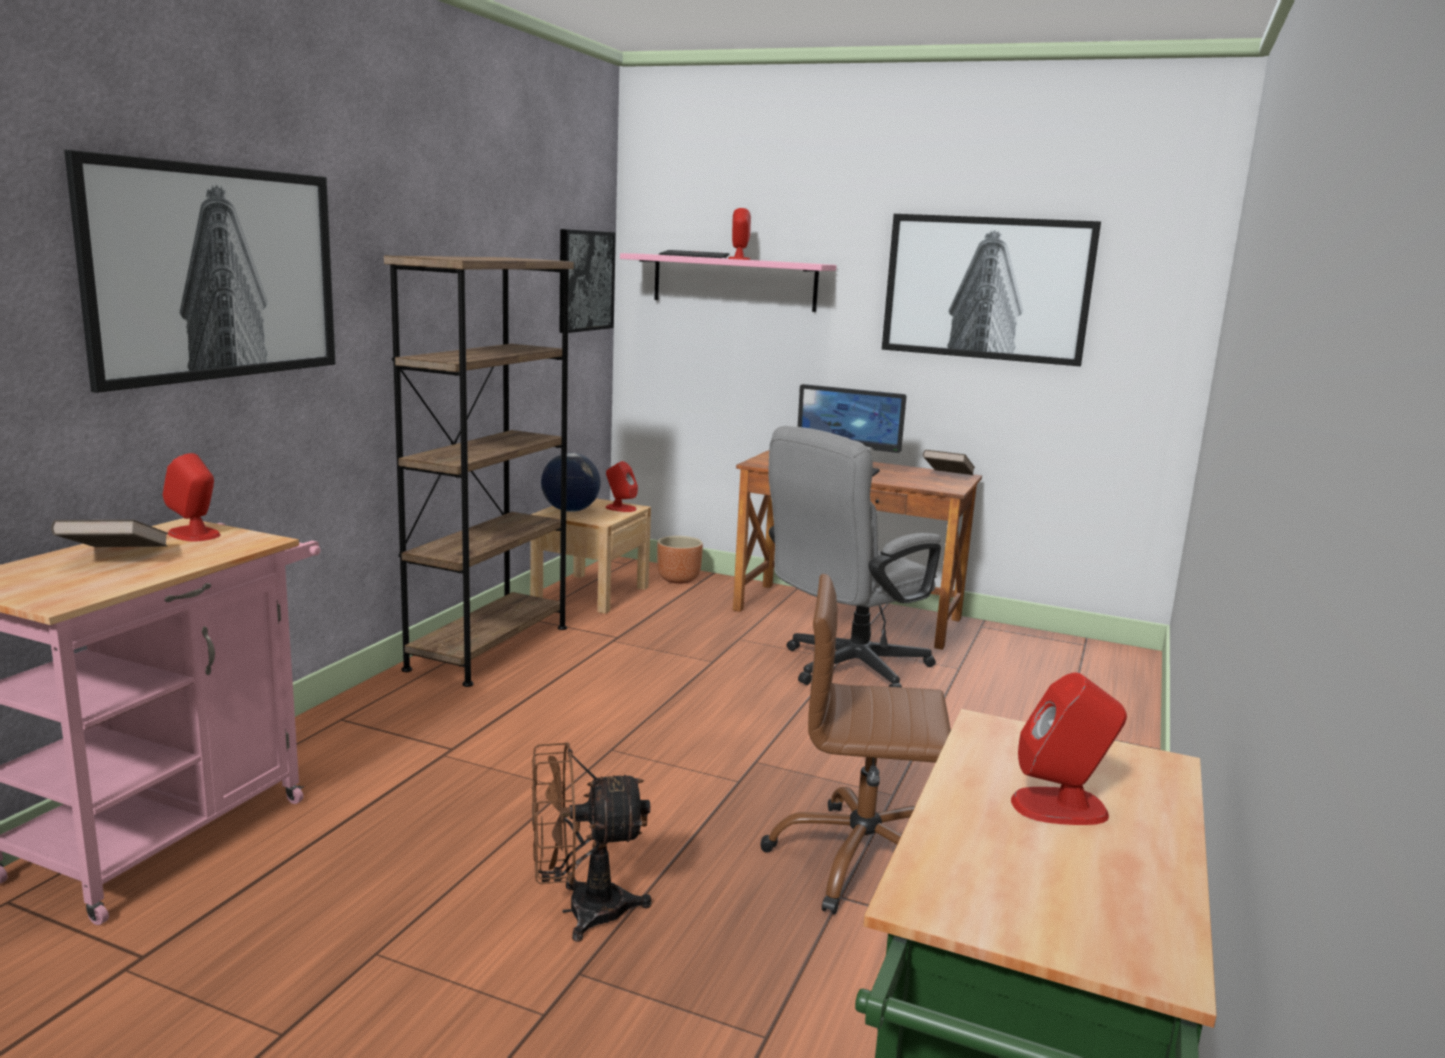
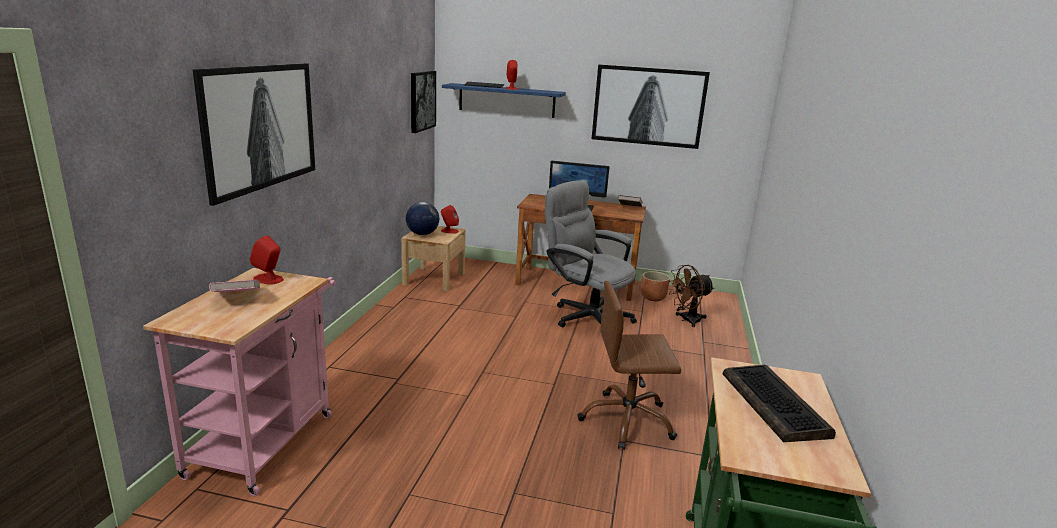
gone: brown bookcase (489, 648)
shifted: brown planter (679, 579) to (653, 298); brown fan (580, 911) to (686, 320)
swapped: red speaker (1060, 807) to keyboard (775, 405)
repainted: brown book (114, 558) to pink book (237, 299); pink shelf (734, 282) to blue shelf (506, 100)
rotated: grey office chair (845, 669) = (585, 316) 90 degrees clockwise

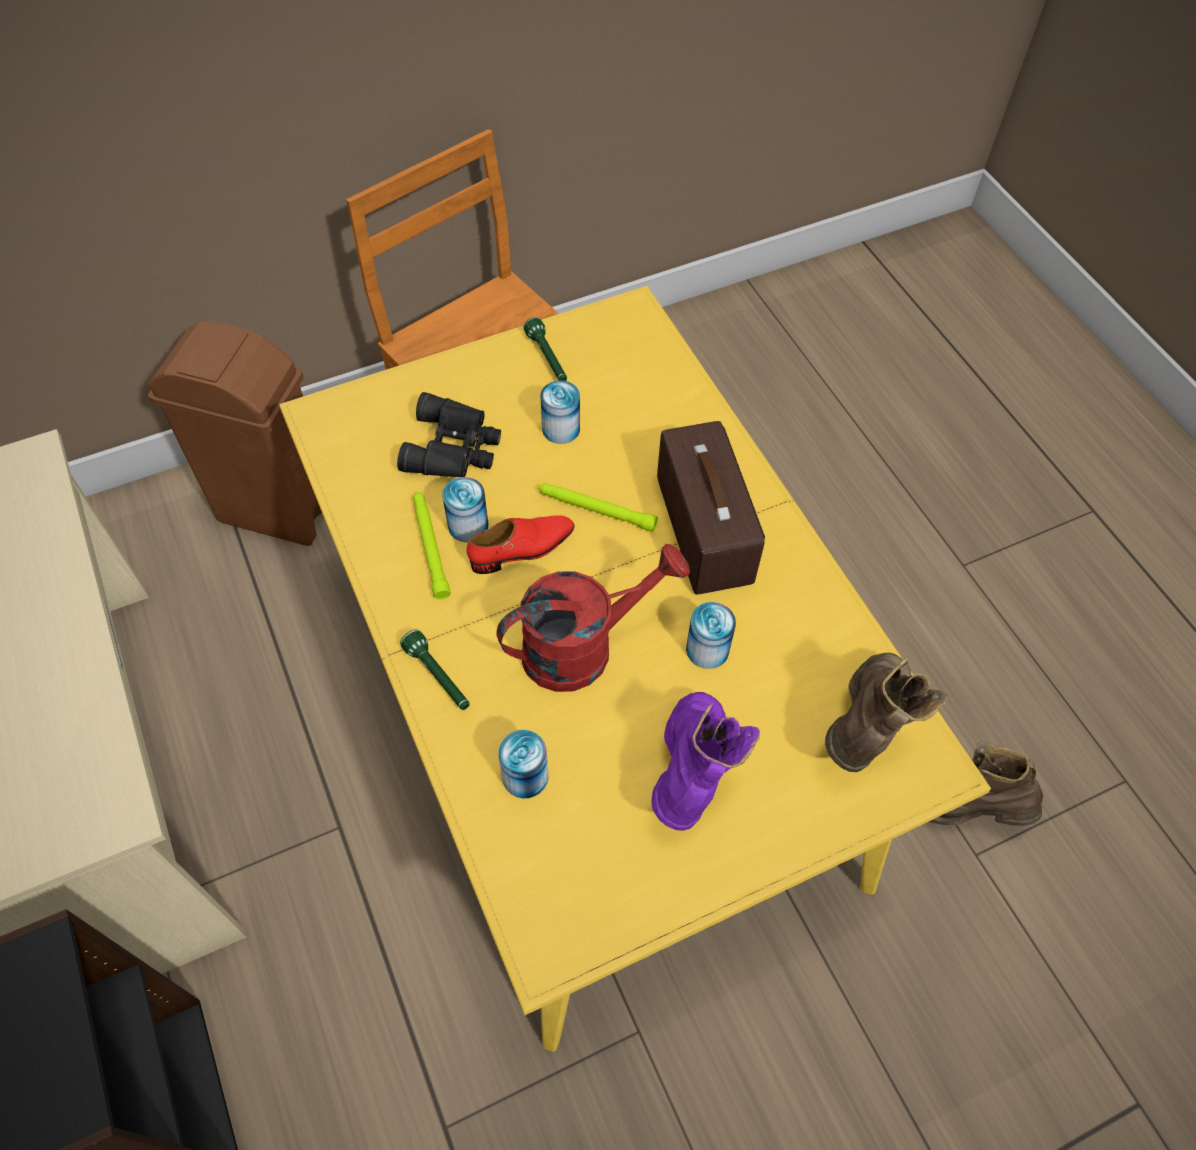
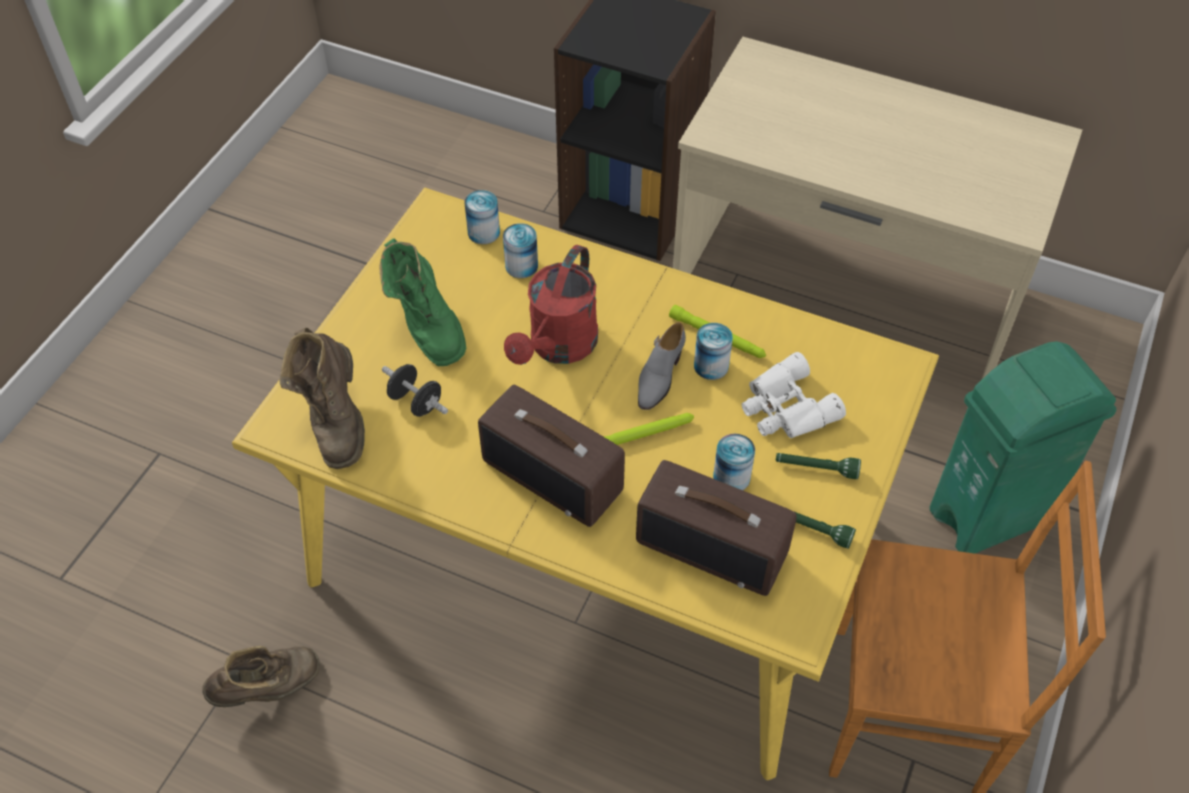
new: black dumbbell (416, 402); radio (713, 546)
shifted: can (707, 649) to (483, 232); green flashlight (438, 677) to (816, 469)
repainted: purple boot (692, 773) to green boot (427, 327); red shoe (523, 549) to grey shoe (659, 376); black binoculars (454, 447) to white binoculars (785, 408); brown trash can (276, 509) to green trash can (990, 516)

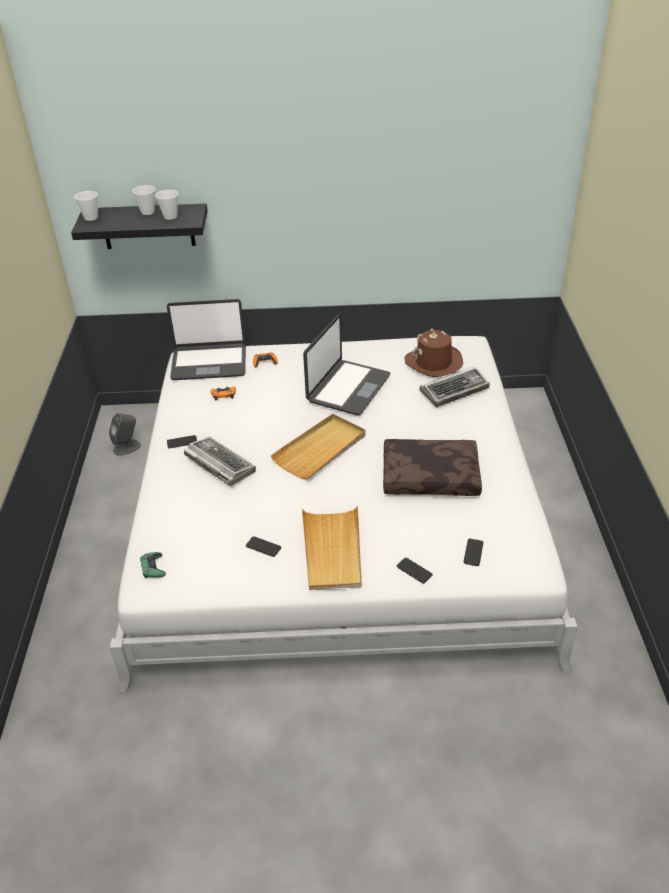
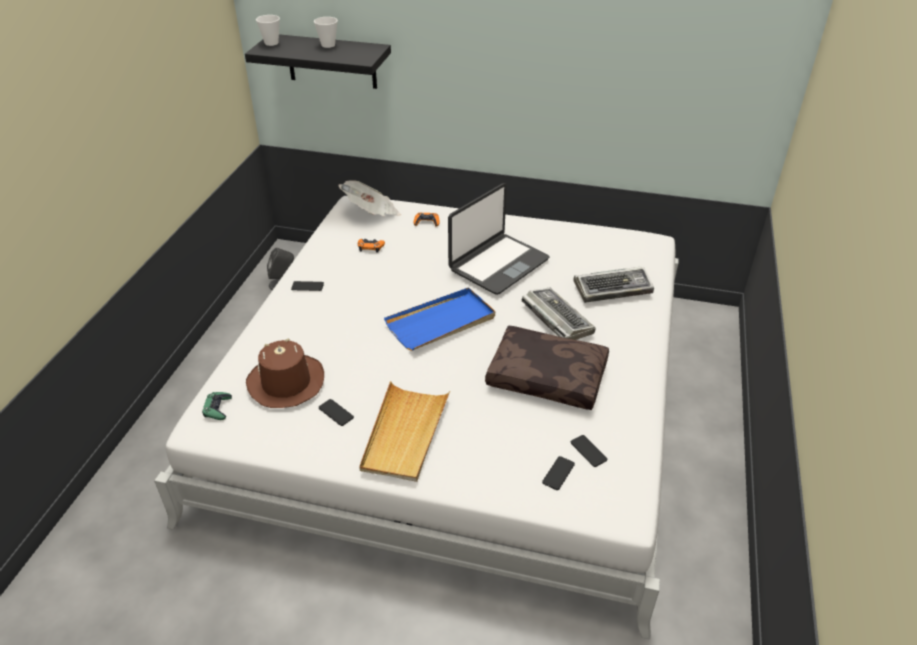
gone: cup (170, 216)
shifted: brown hat (433, 362) to (286, 383); keyboard (219, 464) to (556, 318); phone (414, 571) to (588, 451)
swapped: laptop (209, 362) to newspaper (372, 212)
repainted: beige tray (320, 449) to blue tray (441, 322)

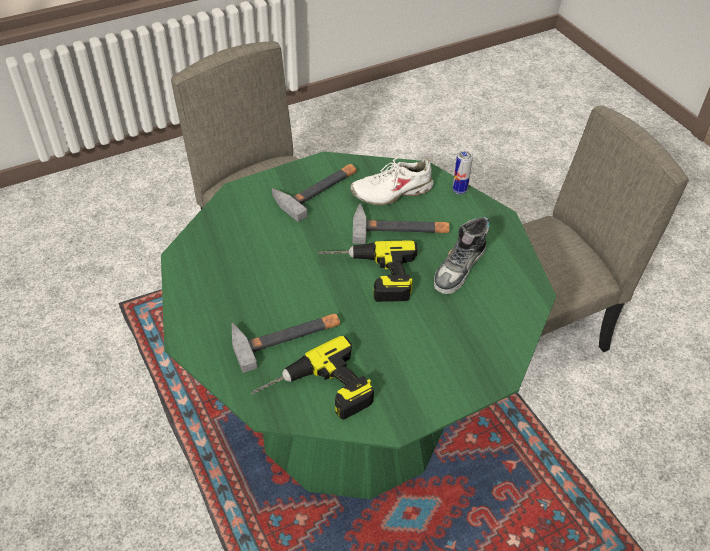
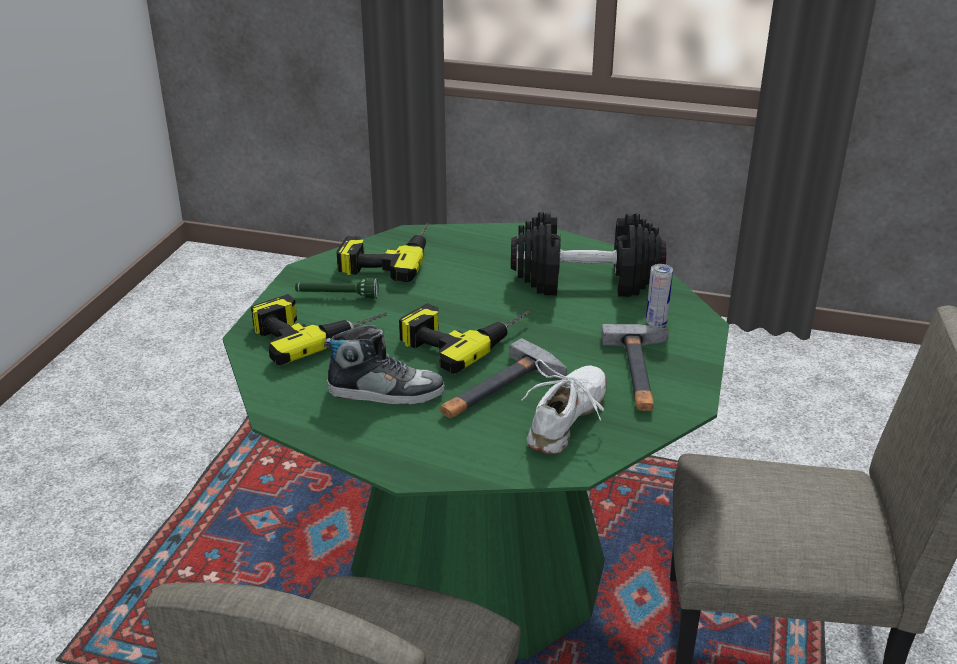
gone: hammer (286, 336)
new: power drill (316, 330); green flashlight (337, 296); black dumbbell (585, 281)
shifted: can (459, 190) to (656, 323)
rotated: shoe (459, 268) = (386, 391) 105 degrees clockwise

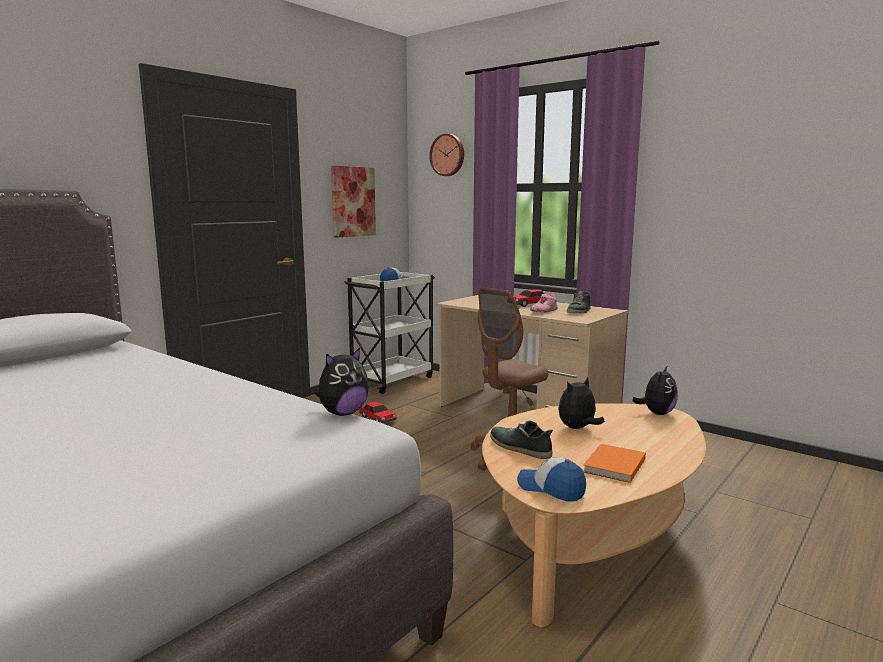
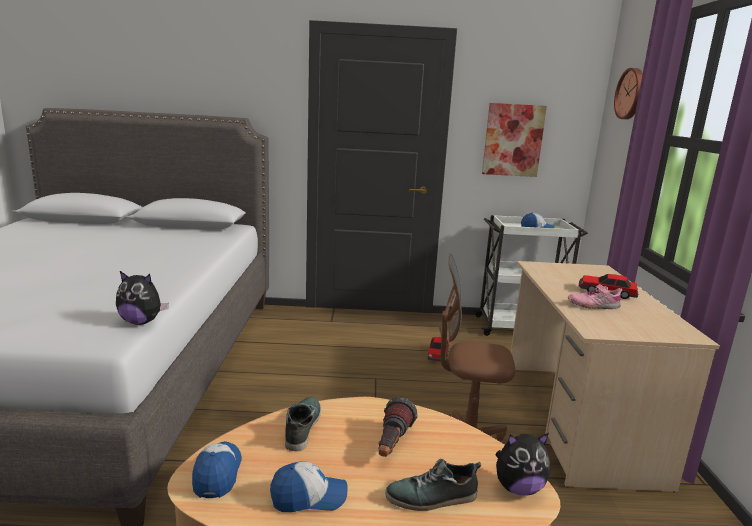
shifted: shoe (579, 311) to (432, 497)
swapped: orange book (613, 466) to cap (309, 497); plush toy (578, 428) to flashlight (392, 445)

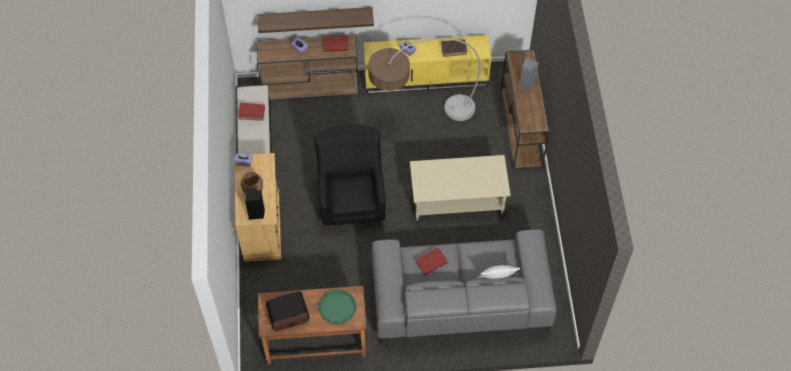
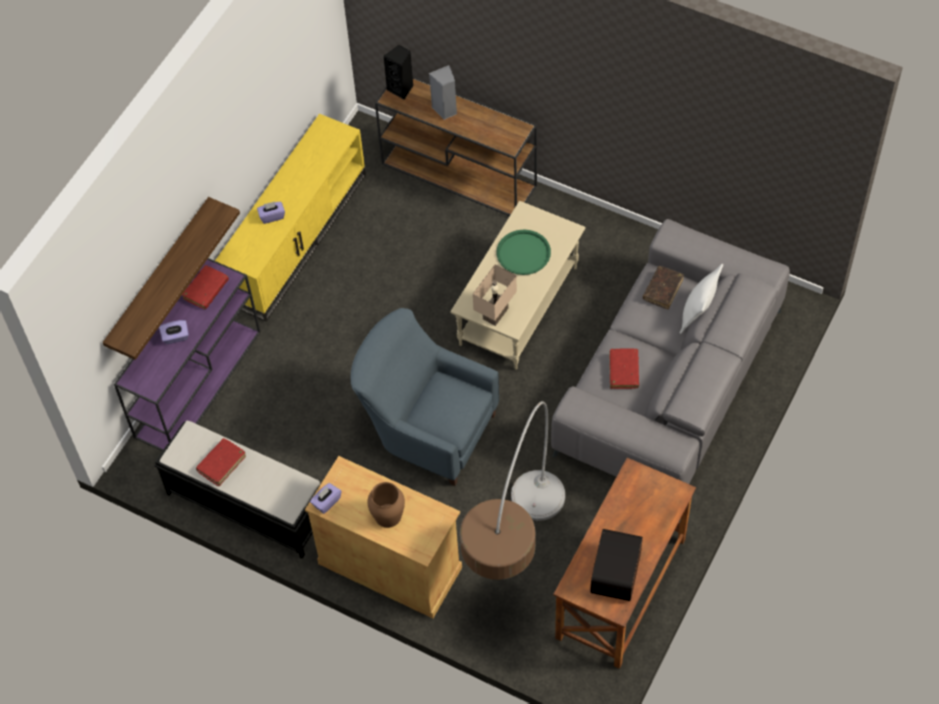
new: beige table lamp (496, 314)
shifted: black speaker (257, 213) to (401, 89); floor lamp (418, 117) to (516, 562); green tray (337, 307) to (523, 253); brown book (453, 49) to (663, 290)
repainted: brown console table (311, 86) to purple console table (198, 382); black armchair (351, 199) to blue armchair (427, 429)

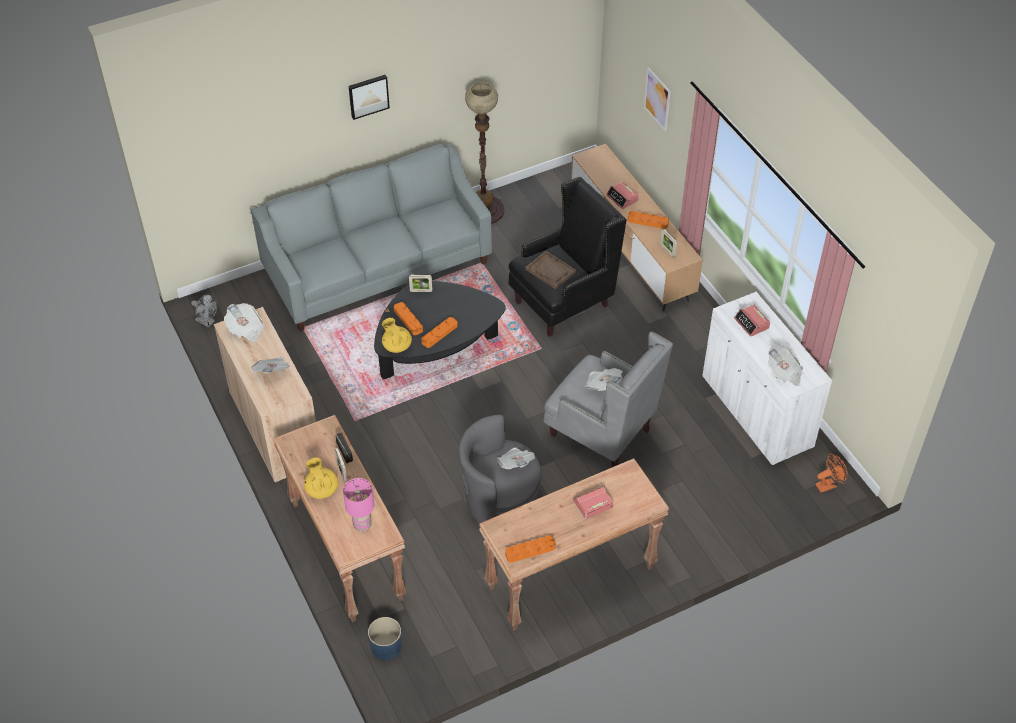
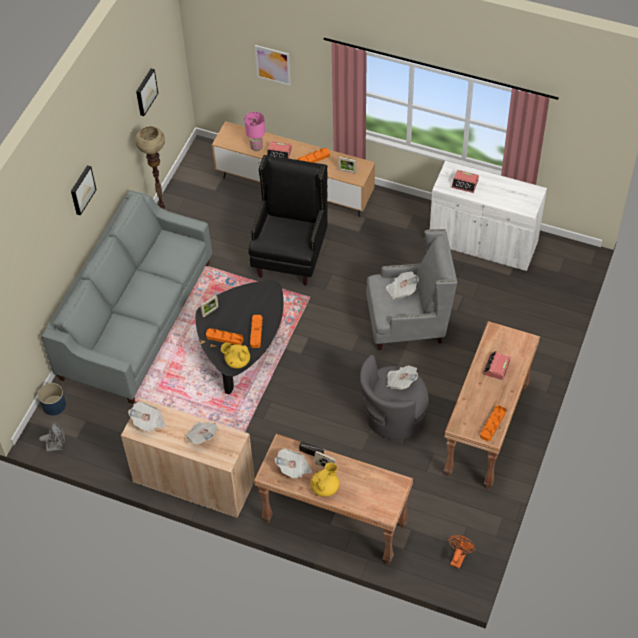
gone: brown tray (550, 271)
new: picture (145, 91)
shifted: blue planter (386, 646) to (54, 405); pink table lamp (362, 525) to (256, 147); newspaper (784, 373) to (294, 468); orange fan (828, 484) to (458, 557)
rotated: yellow teapot (321, 489) = (325, 487) 105 degrees clockwise

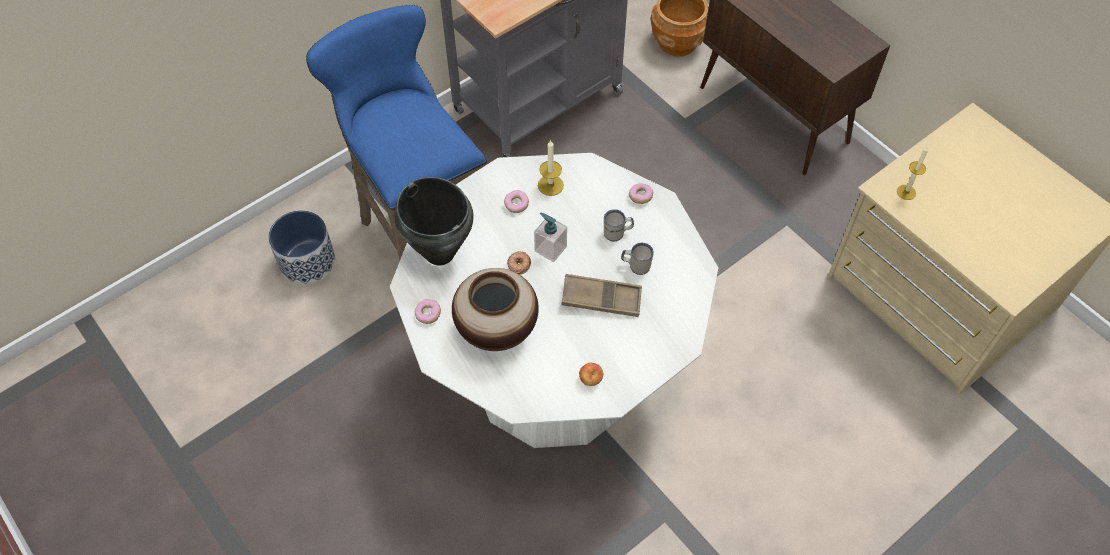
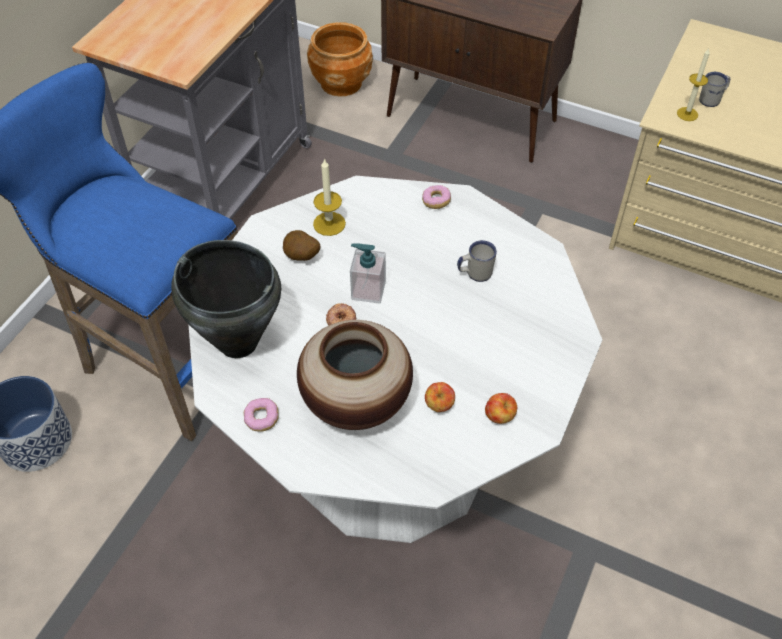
gone: brown tray (601, 299)
new: apple (439, 405)
shifted: white mug (617, 233) to (712, 99)
swapped: donut (516, 205) to potato (301, 257)

